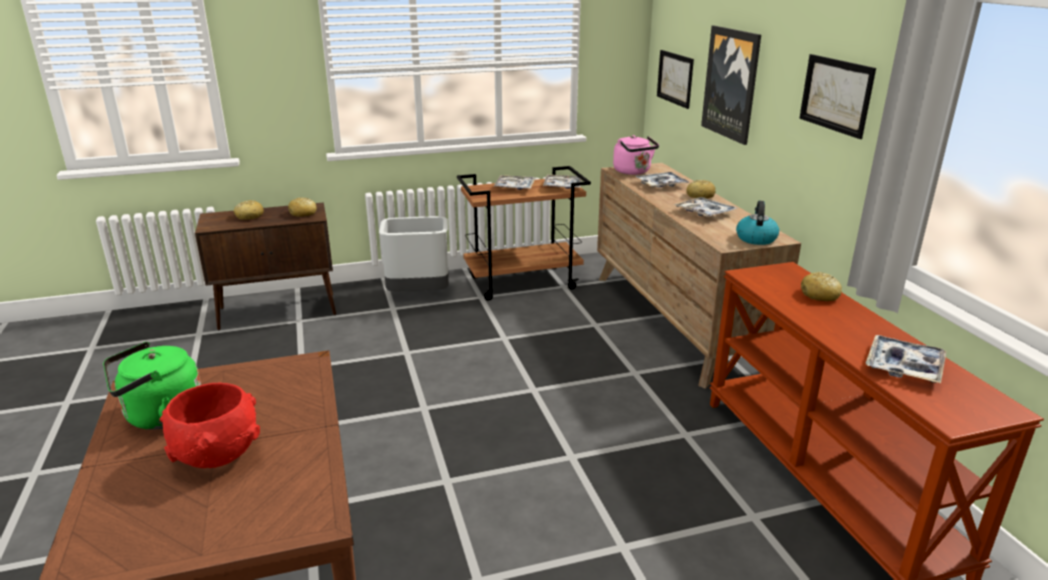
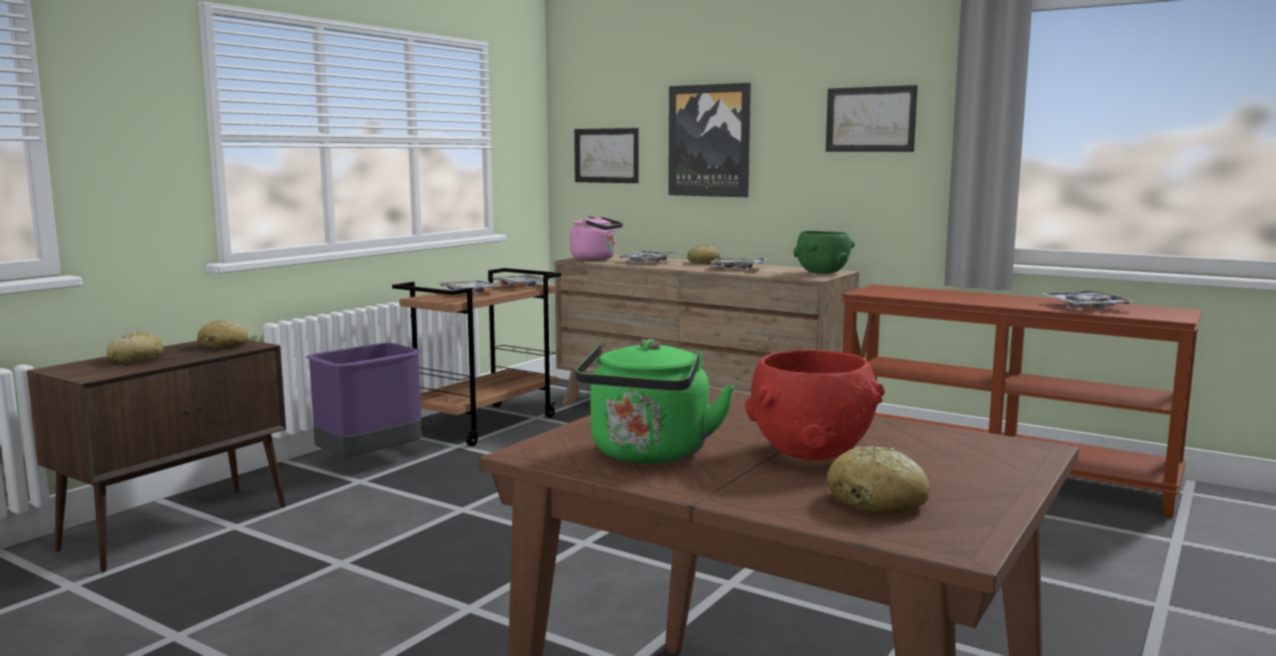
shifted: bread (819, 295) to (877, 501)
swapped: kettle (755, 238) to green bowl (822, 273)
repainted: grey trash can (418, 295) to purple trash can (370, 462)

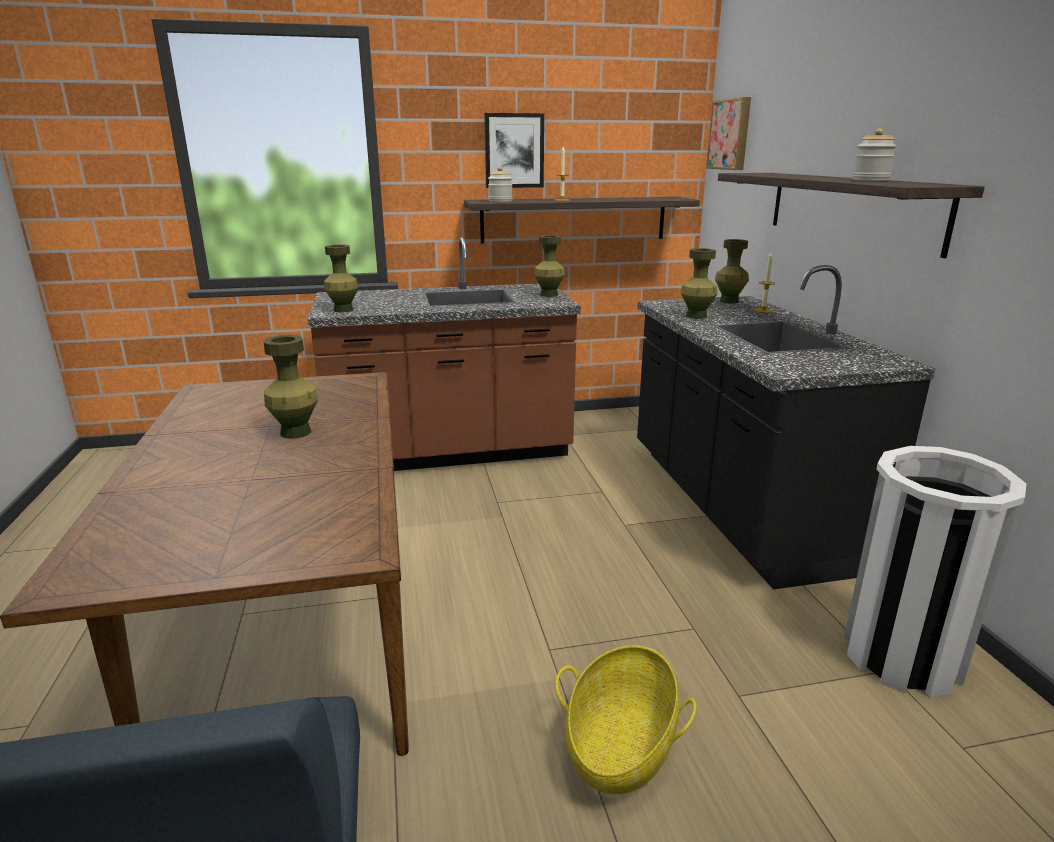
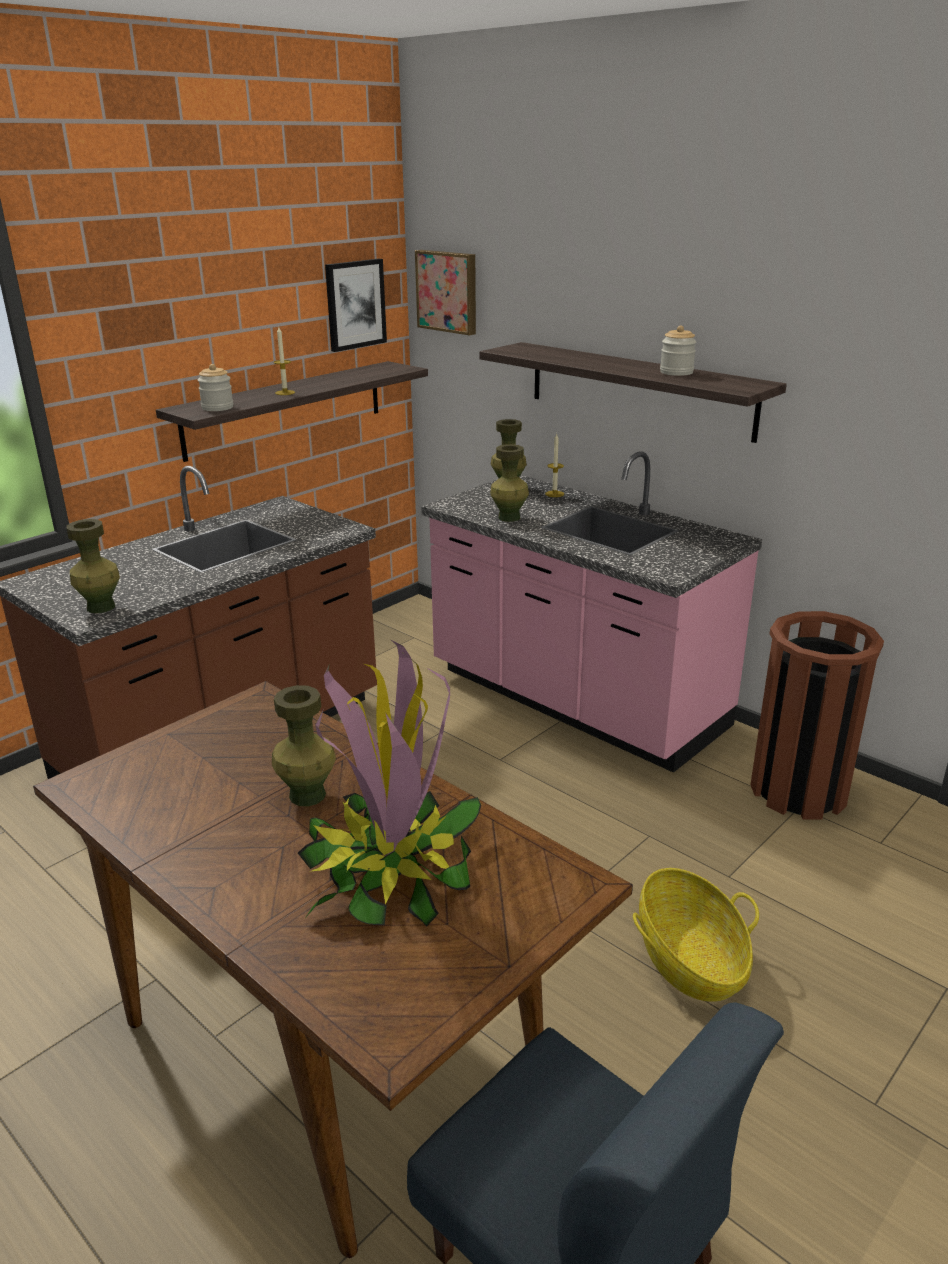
gone: green vase (548, 295)
new: potted plant (391, 872)
shifted: picture (514, 151) to (355, 304)
repainted: black counter (736, 506) to pink counter (575, 700); white trash can (902, 656) to brown trash can (798, 790)

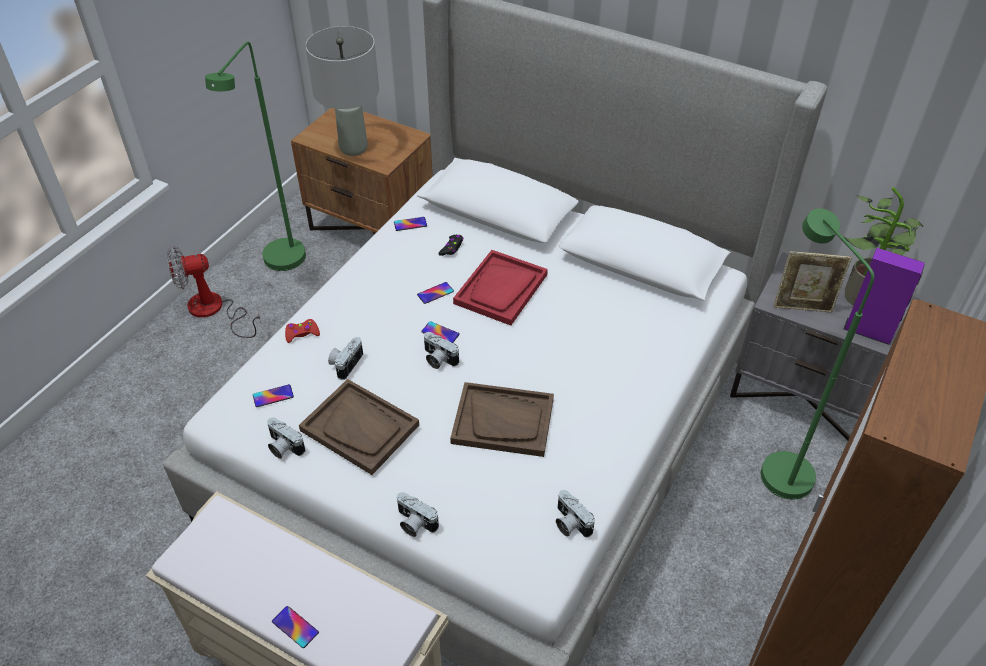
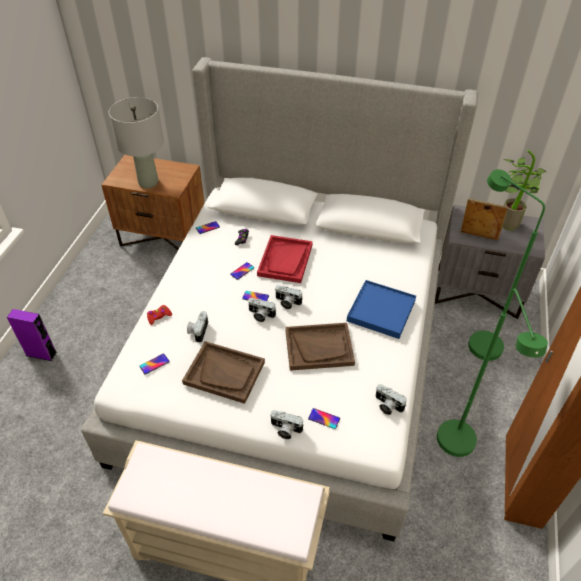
gone: fan (214, 311)
new: blue tray (381, 311)
shifted: purple speaker (868, 331) to (41, 354); photo camera (283, 447) to (287, 302); phone (295, 627) to (324, 418); green floor lamp (281, 265) to (459, 449)
rotated: picture frame (802, 307) = (478, 237) 150 degrees counterclockwise

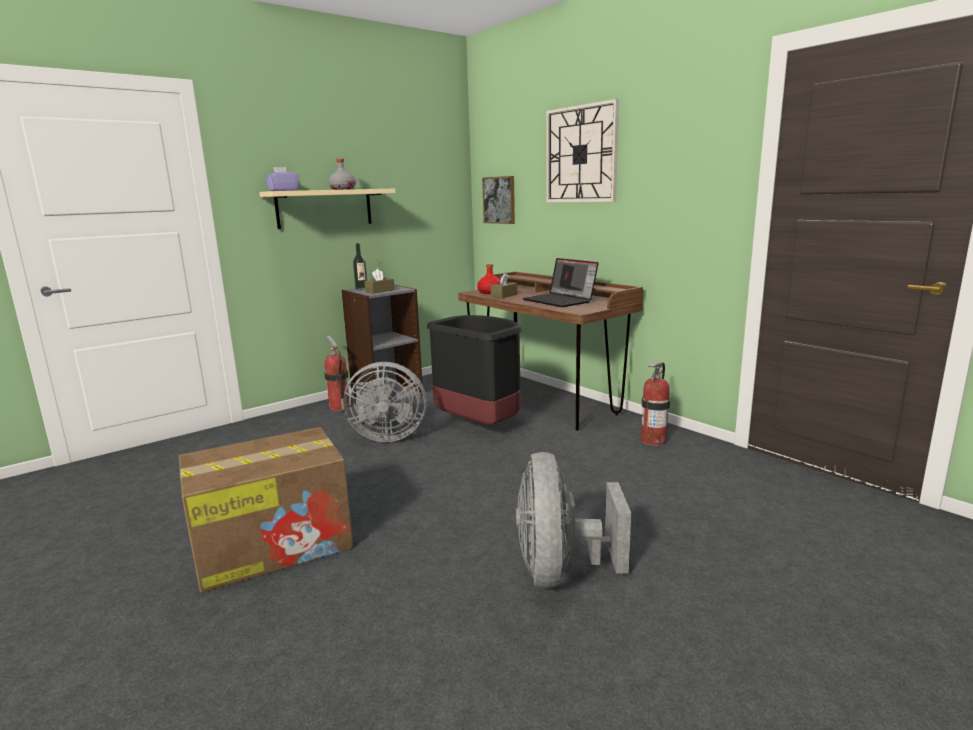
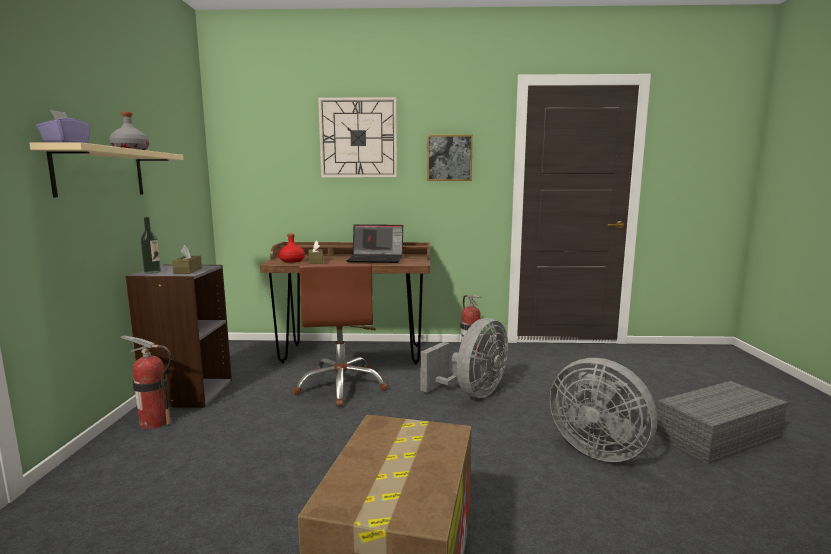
new: grey storage box (717, 435)
shifted: grey fan (386, 436) to (472, 393); picture (499, 200) to (449, 158)
swapped: black trash can (479, 425) to brown office chair (341, 386)

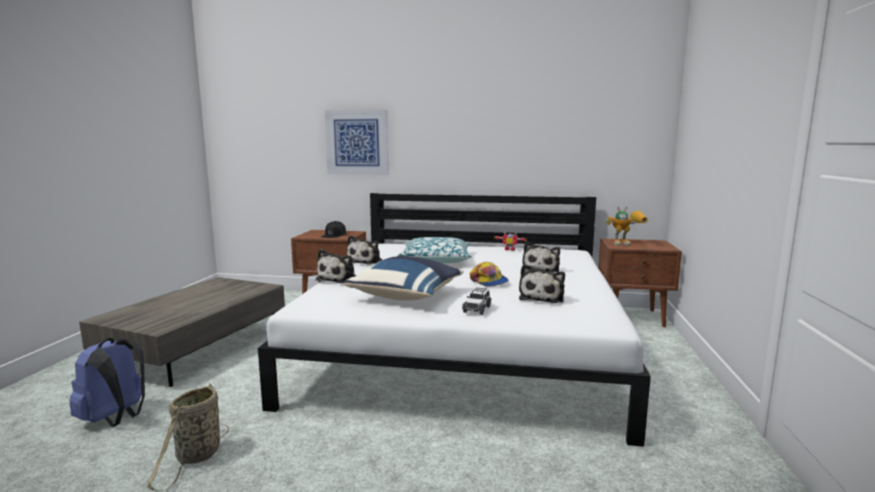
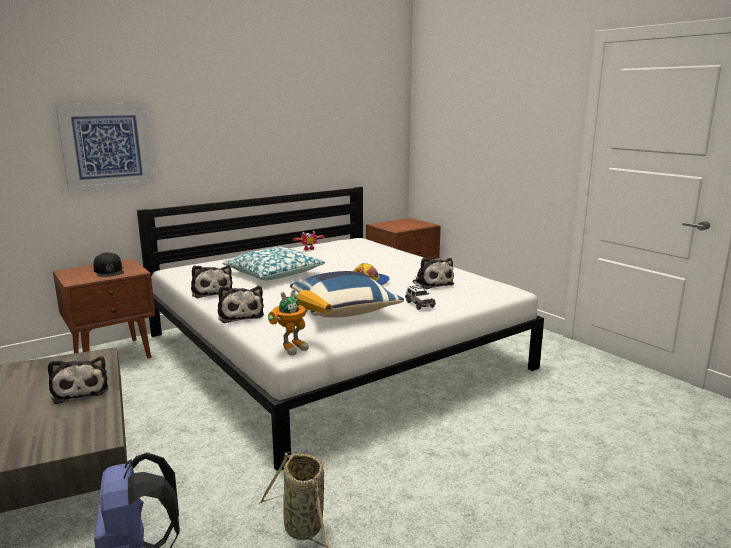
shifted: plush toy (541, 269) to (80, 390); toy robot (626, 244) to (300, 345)

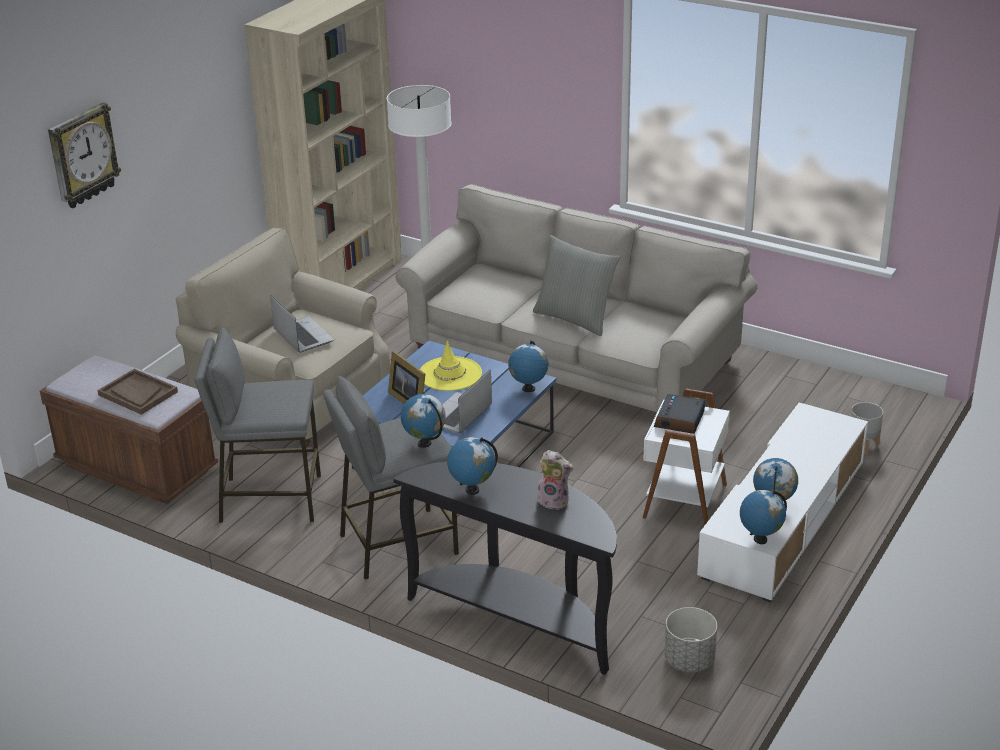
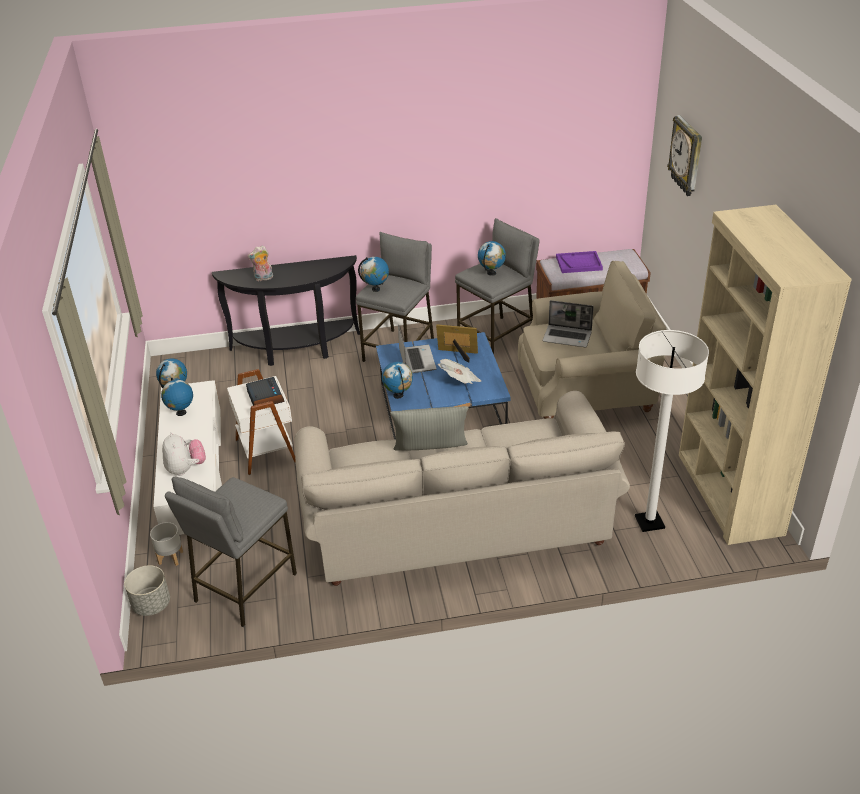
new: plush toy (186, 469); grey stool (244, 587)
shifted: grey planter (689, 660) to (152, 604); globe (472, 490) to (491, 273)
swapped: yellow hat (450, 374) to newspaper (460, 381)
repainted: brown tray (137, 393) to purple tray (579, 263)

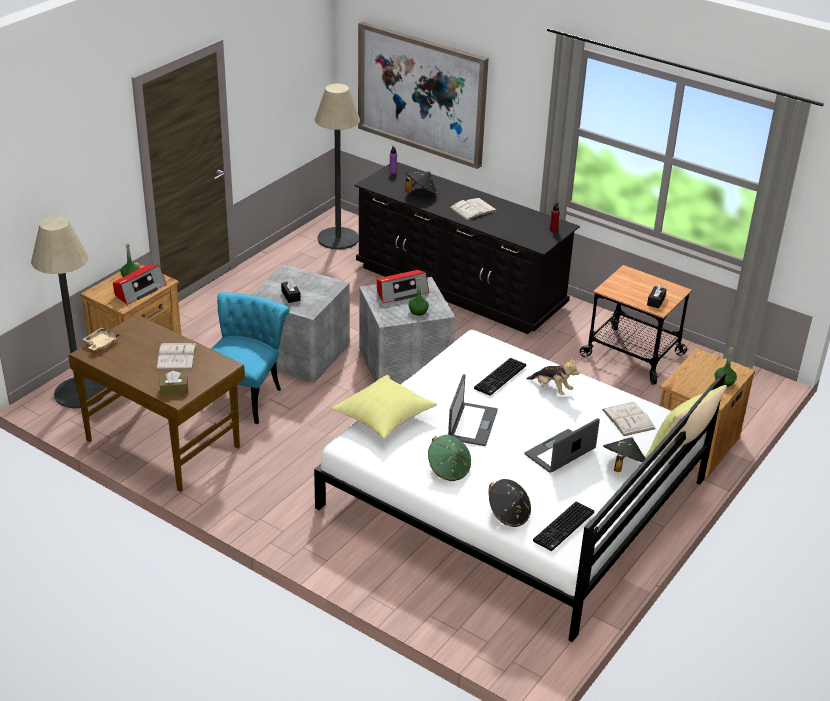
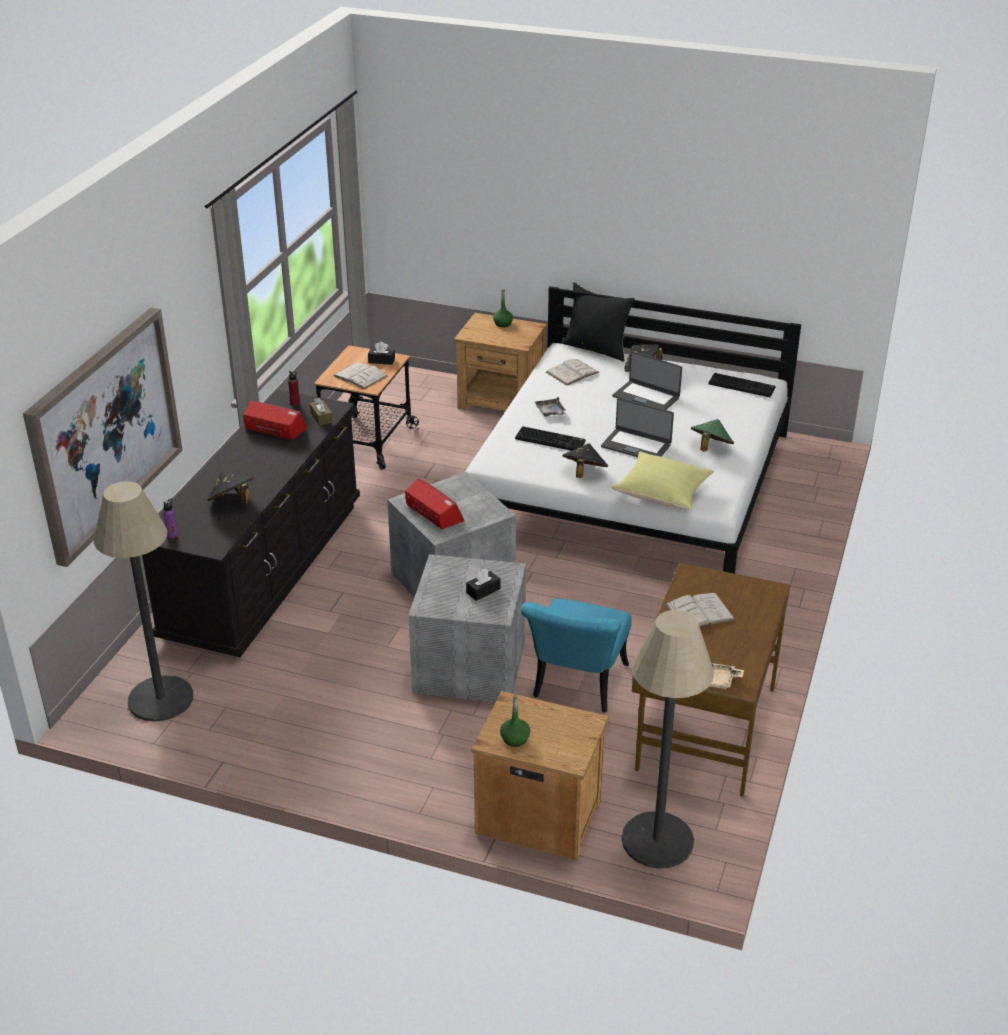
gone: green bottle (418, 311)
shifted: radio (139, 290) to (274, 429); brown tissue box (174, 390) to (321, 418); white book (473, 209) to (360, 376); black hat (508, 514) to (584, 473)
swapped: plush toy (551, 389) to grey tray (550, 412)
repainted: yellow pillow (680, 448) to black pillow (597, 348)
rotated: turquoise chair (245, 394) = (577, 687) 75 degrees counterclockwise; laptop (472, 424) = (636, 445) 150 degrees counterclockwise

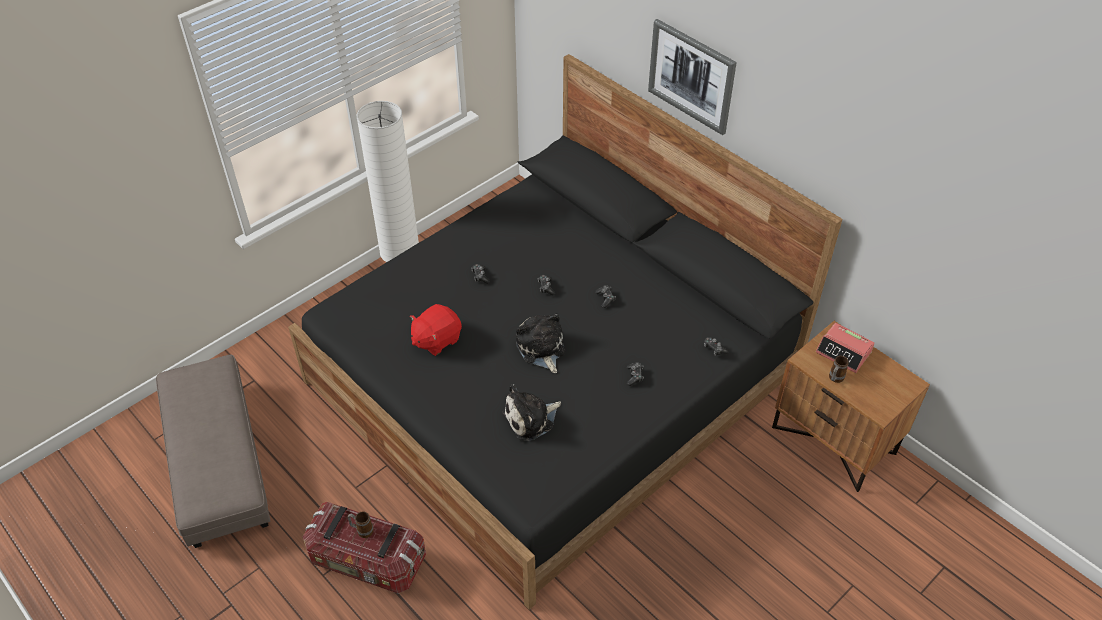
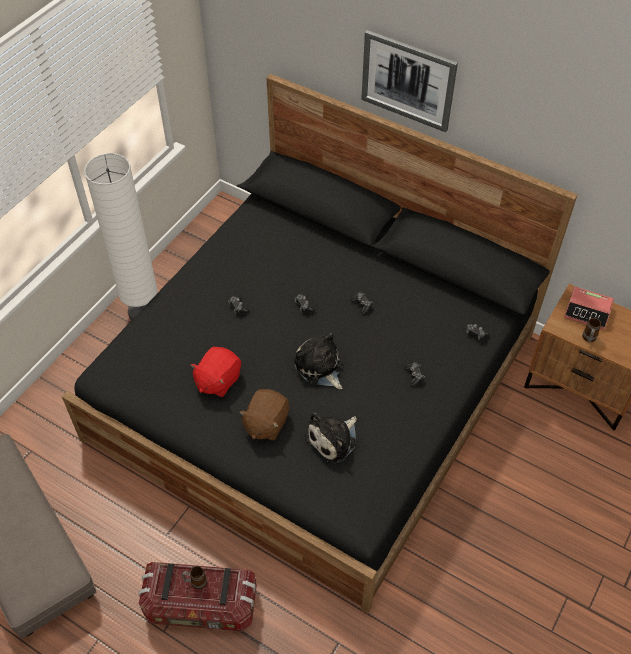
new: brown plush toy (265, 423)

